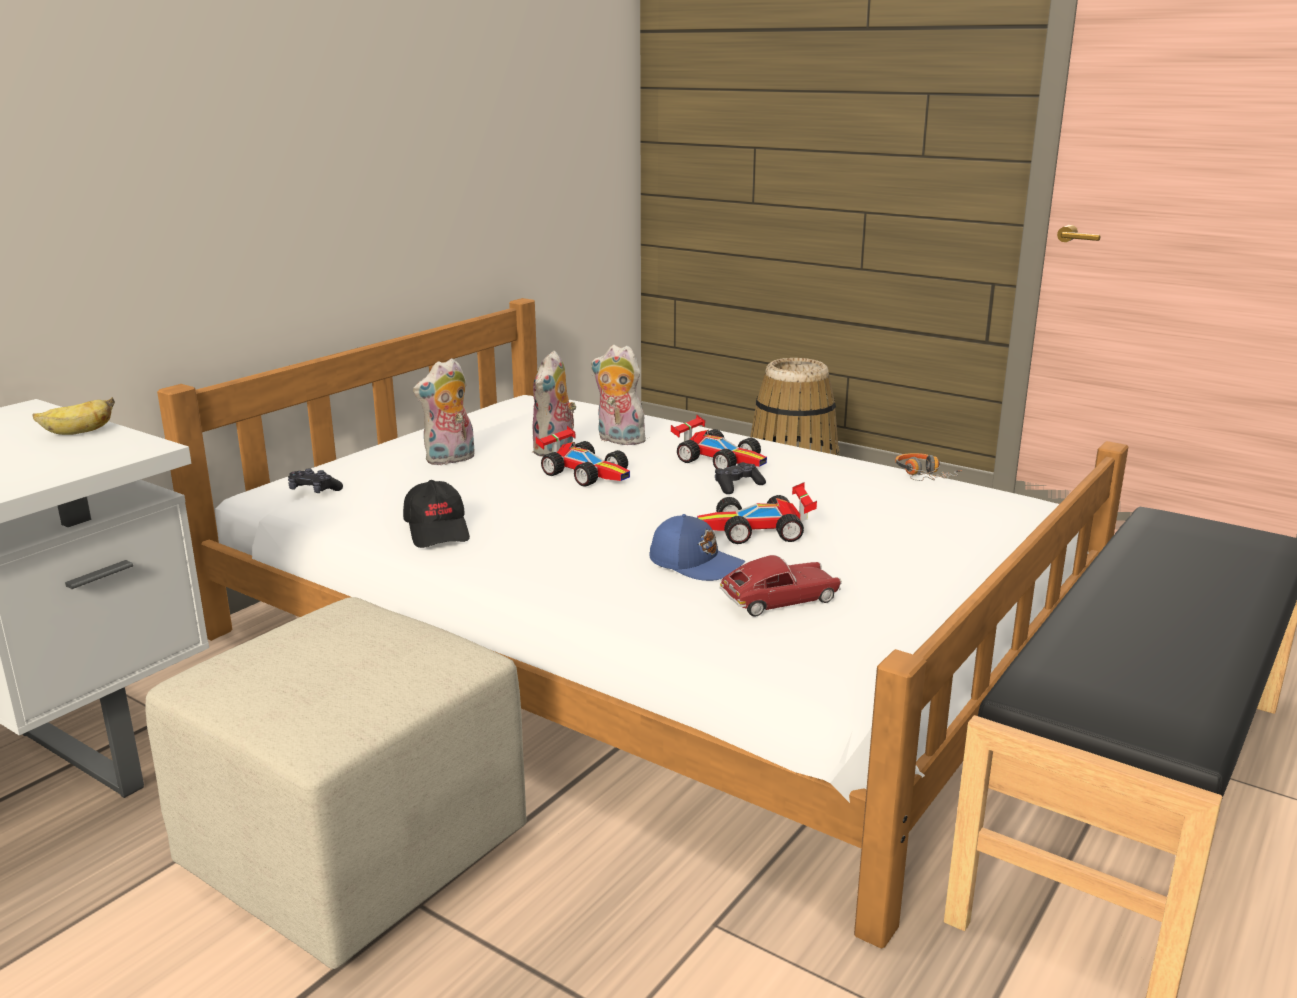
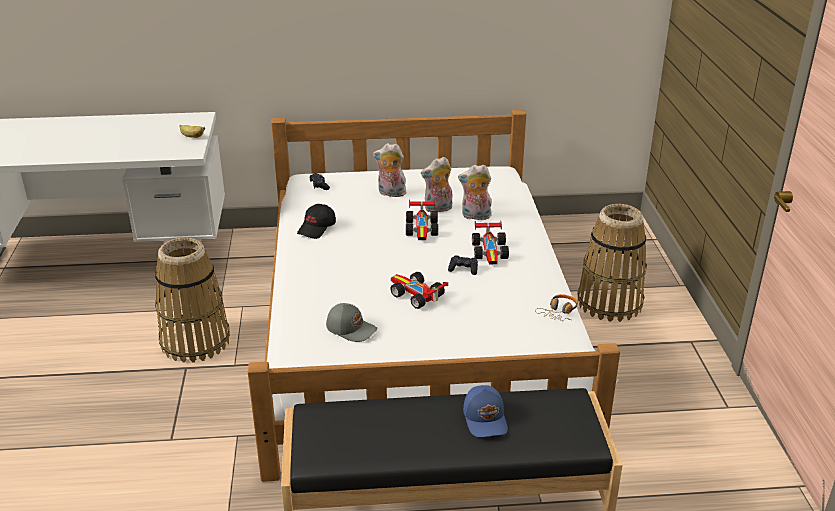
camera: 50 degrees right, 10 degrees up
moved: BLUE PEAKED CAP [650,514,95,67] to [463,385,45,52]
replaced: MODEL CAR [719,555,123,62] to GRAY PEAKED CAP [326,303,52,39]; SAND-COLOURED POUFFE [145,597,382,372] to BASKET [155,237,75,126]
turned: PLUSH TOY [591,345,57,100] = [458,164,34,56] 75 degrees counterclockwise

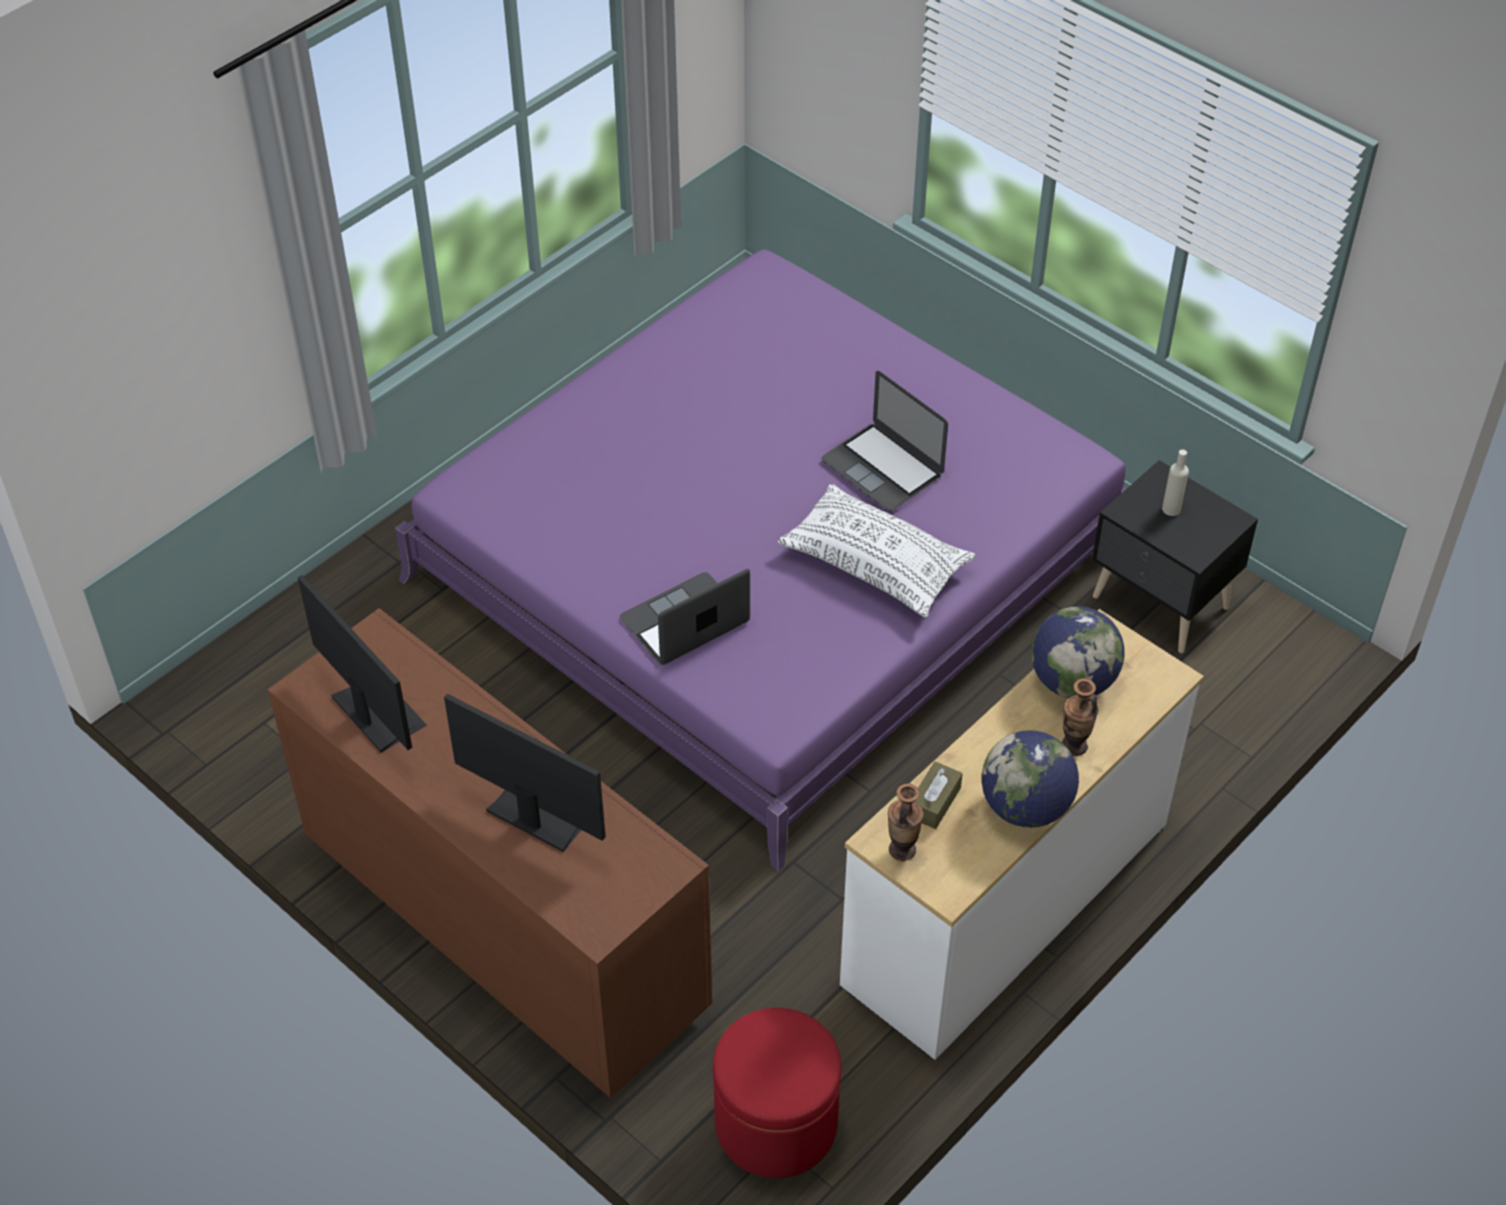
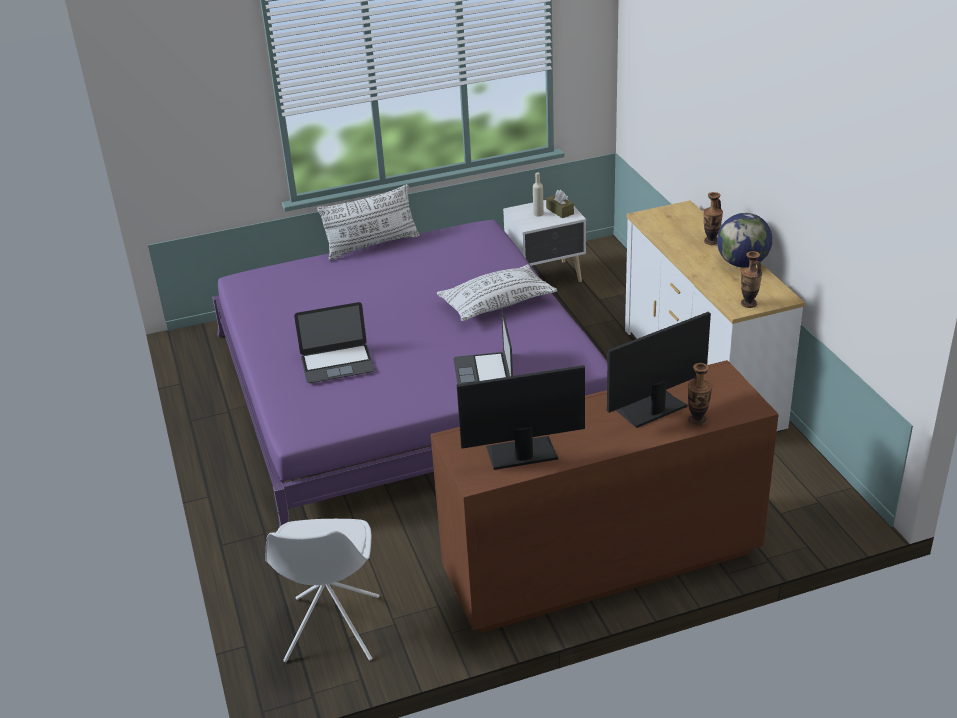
camera: 60 degrees left, 15 degrees down
removed: WORLD GLOBE [1031,606,94,92]; REDDISH POUFFE [713,1008,128,170]
added: WHITE CUSHION [317,184,103,77]; FLOWER VASE [688,363,24,63]; WHITE UPRIGHT CHAIR [265,519,115,143]
moved: LAPTOP [822,371,126,140] to [294,302,81,81]; BROWNISH TISSUE HOLDER [915,761,47,68] to [546,190,28,28]
recoloured: BLACK-COLOURED NIGHT TABLE [1092,460,166,193] to WHITE NIGHT TABLE [503,199,83,83]

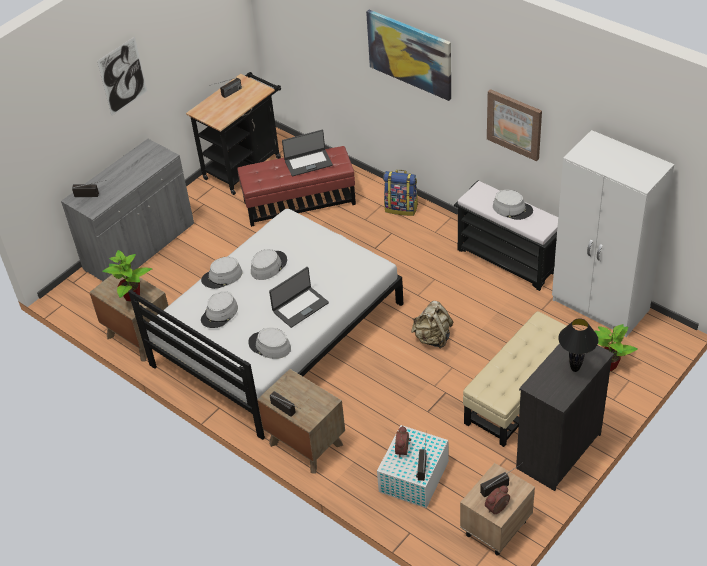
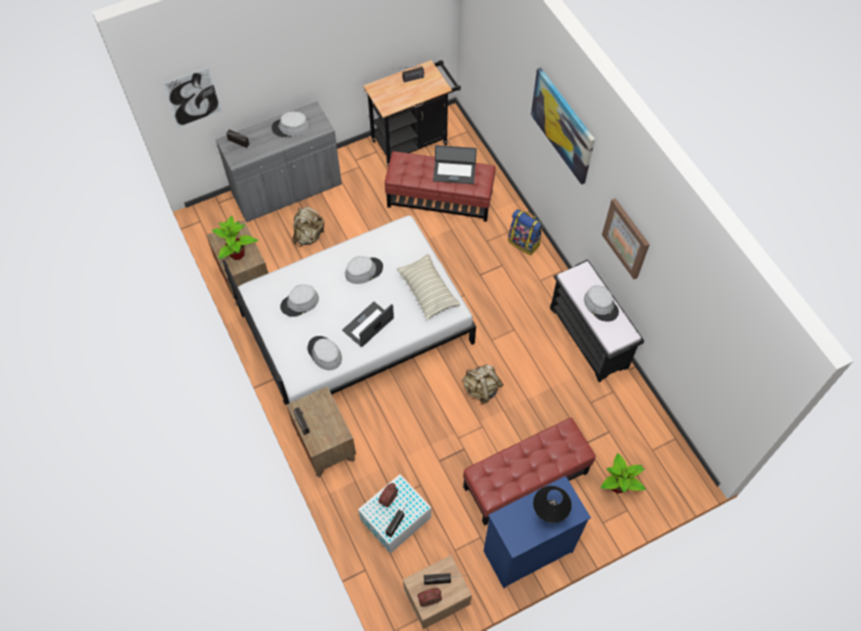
camera: 20 degrees right, 15 degrees up
removed: WHITE WARDROBE [552,130,122,207]
added: SAND-COLOURED KNAPSACK [293,207,31,40]; CUSHION [396,254,64,65]
moved: WALL PICTURE [97,37,50,79] to [162,66,60,62]; GRAY WEARABLE HAT [201,257,42,32] to [272,111,38,26]
recoloured: SAND-COLOURED POUFFE [463,311,103,136] to REDDISH POUFFE [463,418,133,108]; BLACK-COLOURED CHEST OF DRAWERS [516,343,98,148] to BLUE CHEST OF DRAWERS [484,476,107,112]
turned: LAPTOP [269,267,60,61] = [342,302,52,45] 150 degrees clockwise

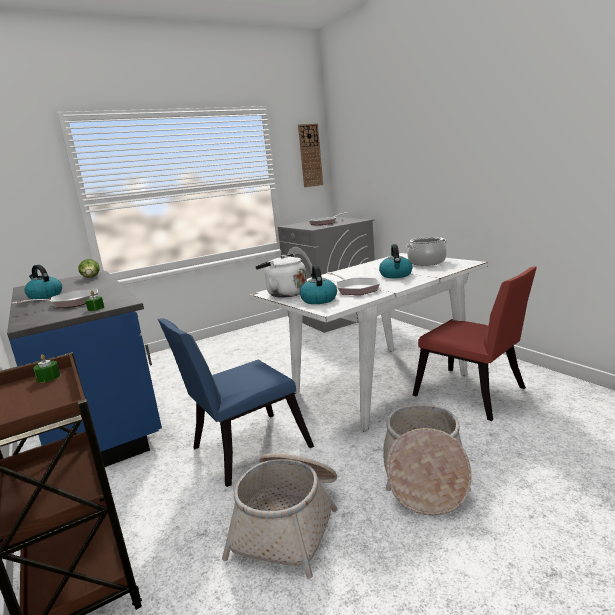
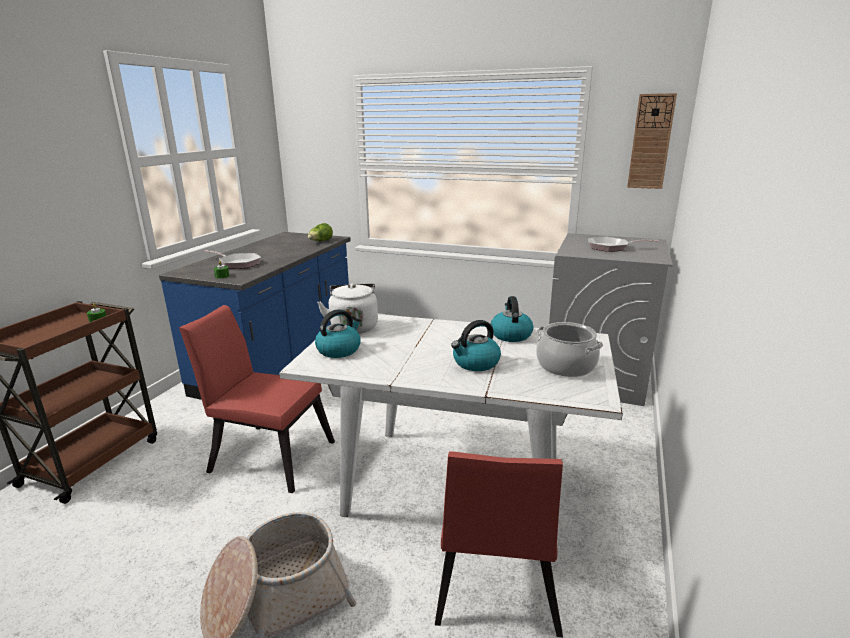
camera: 50 degrees right, 5 degrees up
removed: FRYING PAN [327,272,53,23]; BASKET [222,454,116,125]
moved: WATER KETTLE [24,265,38,34] to [491,296,42,46]
recoloured: BLUE UPRIGHT CHAIR [158,318,156,169] to REDDISH UPRIGHT CHAIR [179,305,156,188]

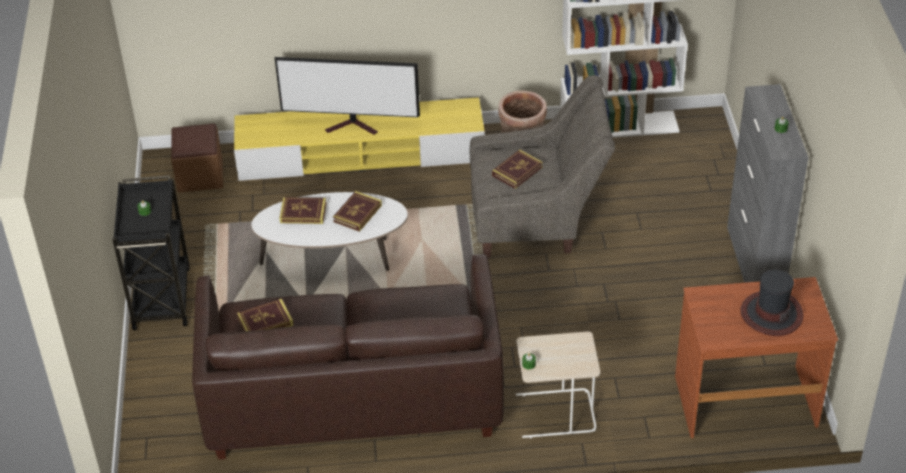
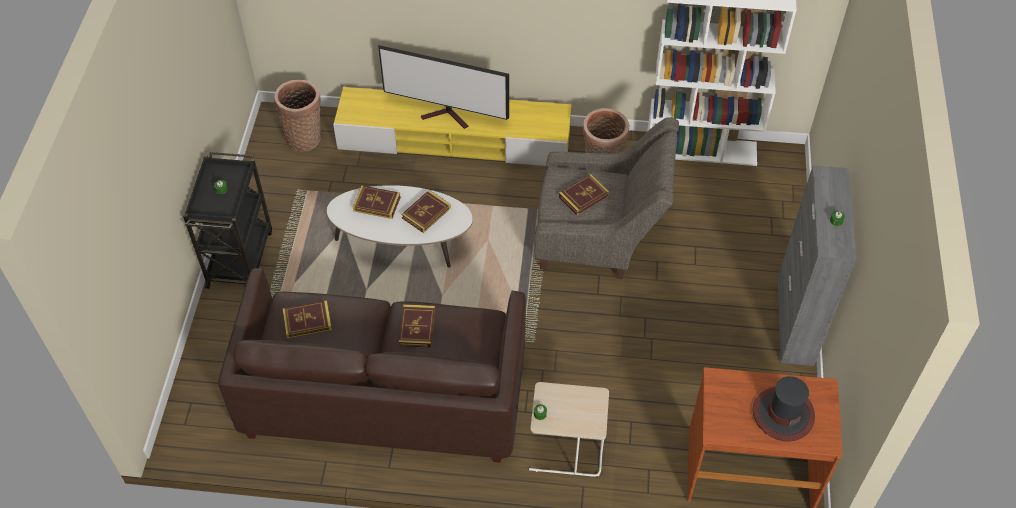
camera: 10 degrees right, 10 degrees up
added: VOLUME [399,304,36,44]
replaced: BROWNISH POUFFE [171,124,52,69] to BASKET [274,80,47,72]

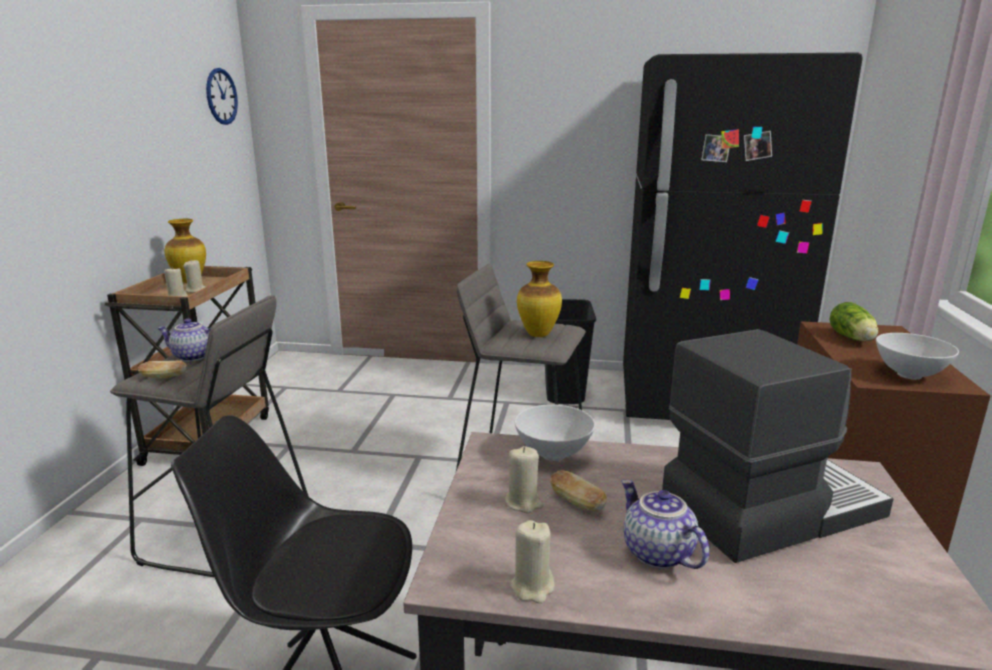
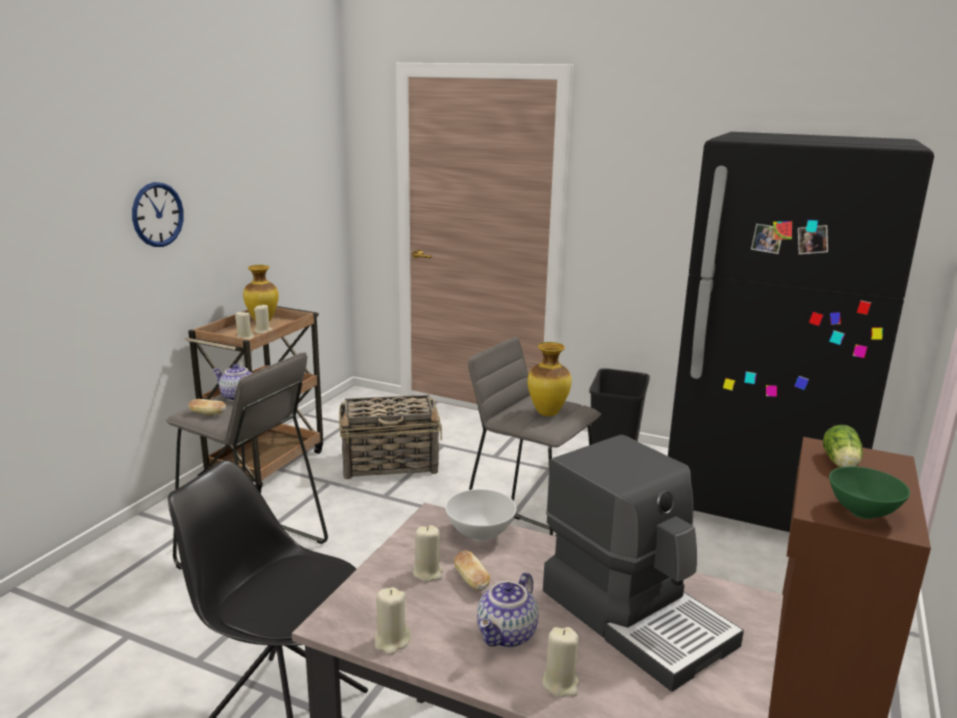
camera: 15 degrees right, 0 degrees up
added: BASKET [339,395,103,84]; SAND-COLOURED CANDLE [542,627,37,71]
moved: HANGING CLOCK [206,68,32,57] to [132,182,52,65]
recoloured: WHITE DEEP DISH [876,333,83,47] to GREEN DEEP DISH [829,466,81,53]
turned: COFFEE BREWER [662,329,231,234] = [543,435,201,257] 60 degrees clockwise; TEA POT [621,480,88,89] = [477,572,62,76] 135 degrees counterclockwise

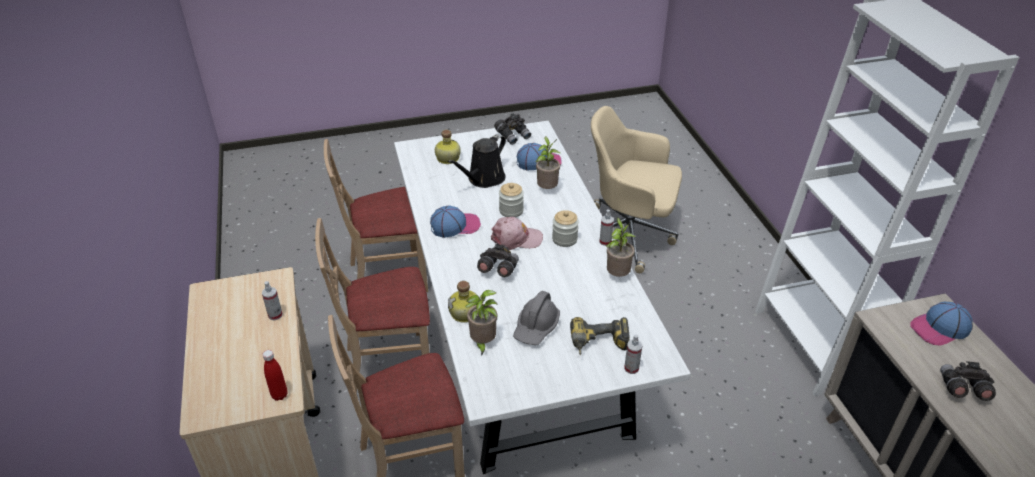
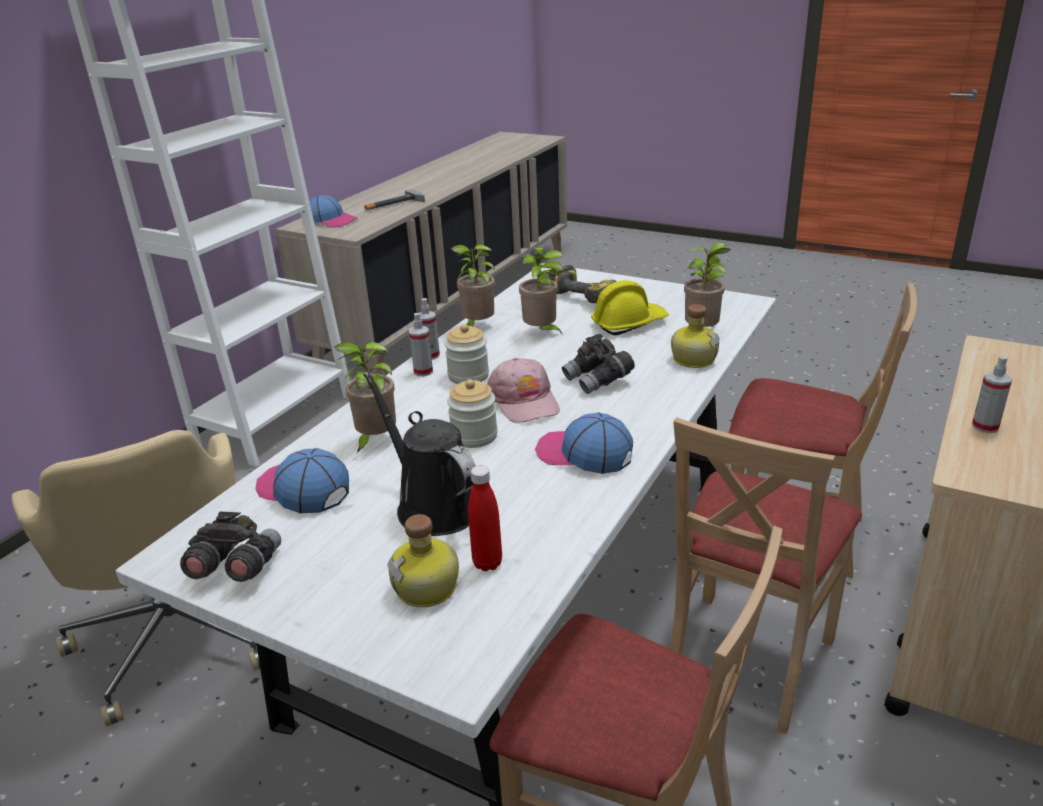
camera: 135 degrees left, 10 degrees down
added: POTTED PLANT [519,247,44,87]
moved: SPRAYER [624,334,18,40] to [409,313,24,63]; REDDISH BOTTLE [263,350,24,51] to [468,466,34,105]
replaced: GRAY PAIR OF BINOCULARS [940,361,56,40] to HAND HAMMER [364,189,61,21]
recoloured: GRAY WORK HELMET [513,291,47,54] to YELLOW-COLOURED WORK HELMET [591,280,78,55]
turned: BLACK-COLOURED WATERING CAN [448,134,58,54] = [364,372,112,164] 120 degrees counterclockwise; PINK-COLOURED PEAKED CAP [491,217,52,33] = [487,358,73,65] 150 degrees counterclockwise; SAND-COLOURED UPRIGHT CHAIR [315,218,115,175] = [670,417,192,317] 90 degrees clockwise

